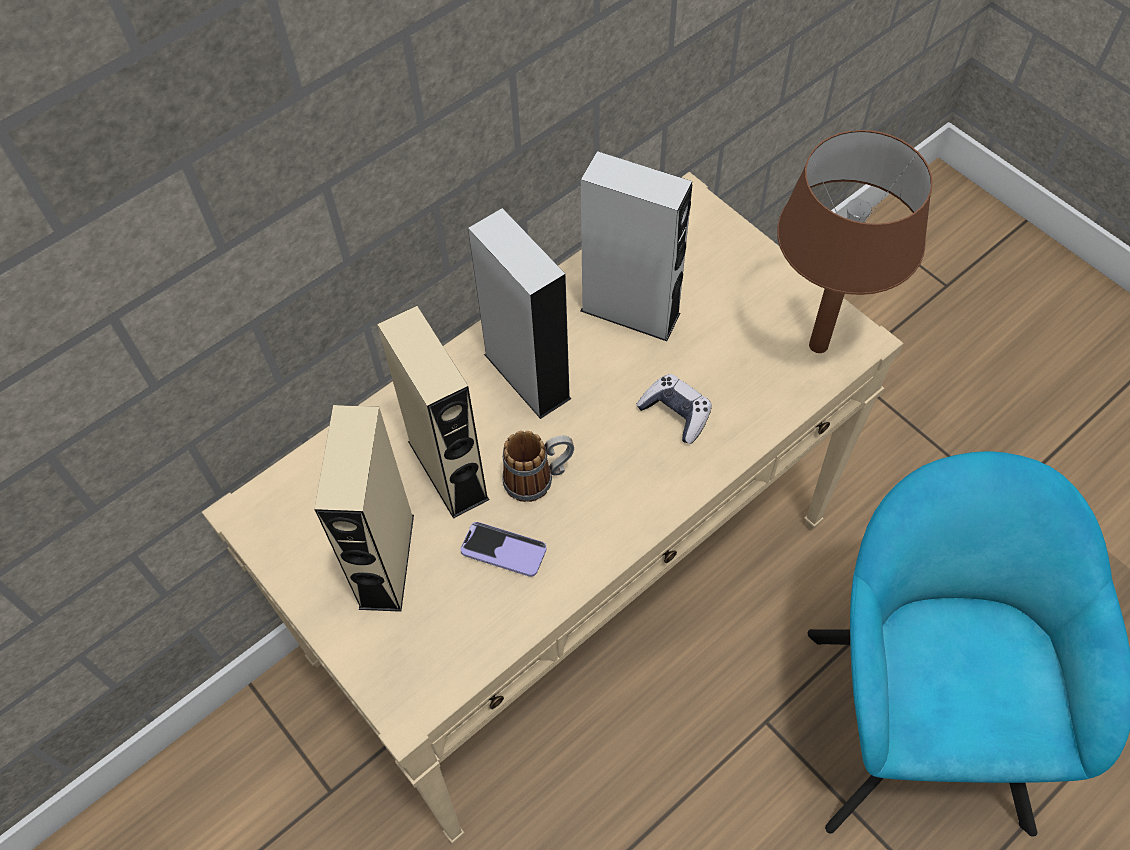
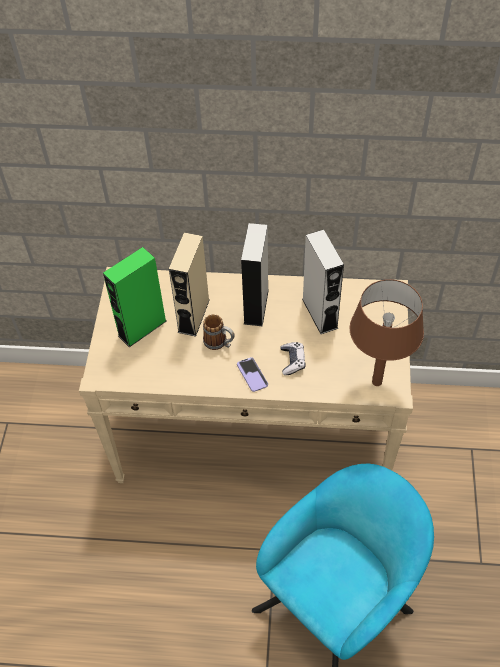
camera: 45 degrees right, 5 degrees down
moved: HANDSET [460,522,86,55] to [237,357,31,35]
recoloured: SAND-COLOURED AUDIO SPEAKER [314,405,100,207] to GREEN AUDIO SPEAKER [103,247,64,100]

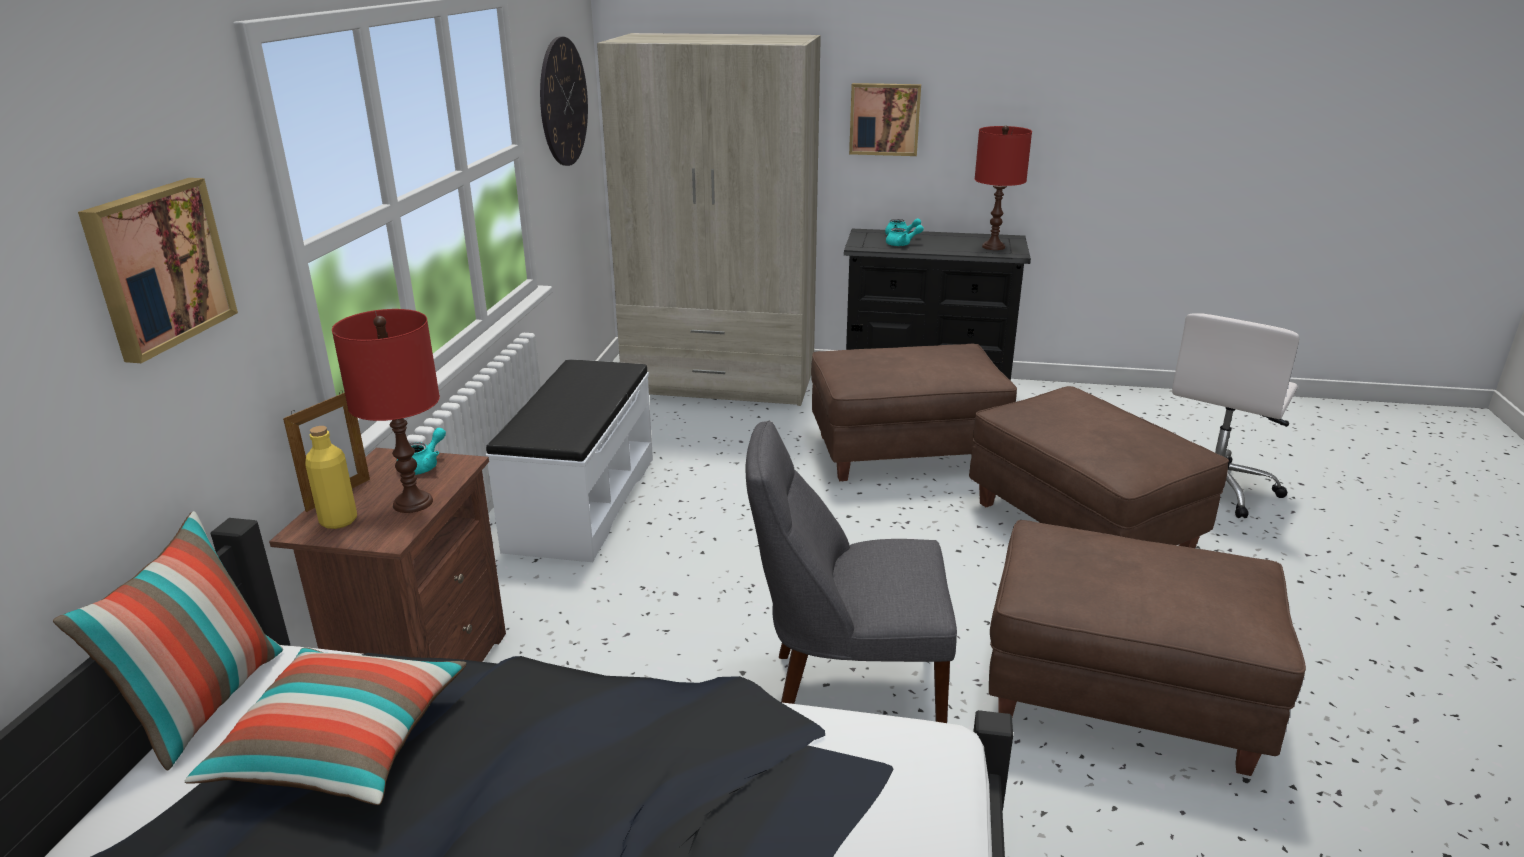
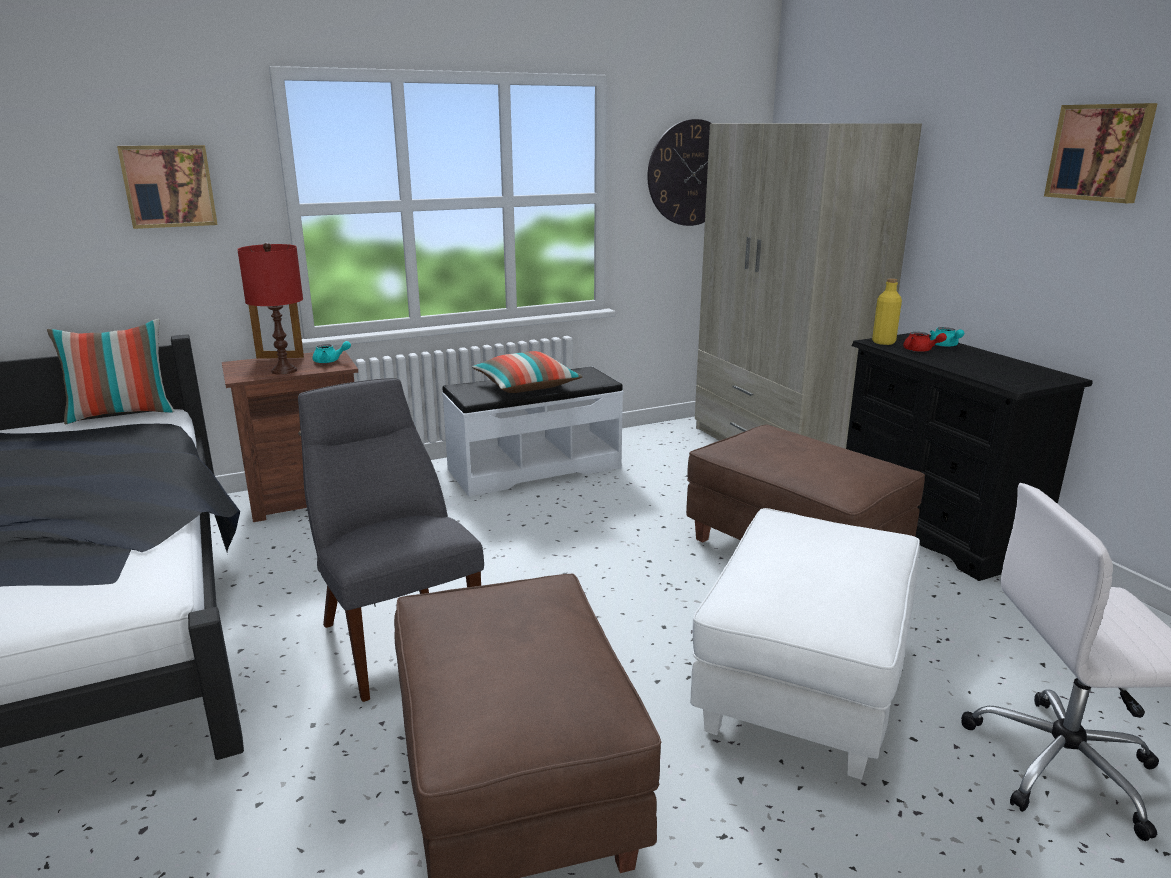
camera: 55 degrees right, 5 degrees down
removed: REDDISH TABLE LAMP [975,125,57,125]
moved: WALL PICTURE [849,83,72,73] to [1044,103,114,100]; YELLOW-COLOURED BOTTLE [305,426,52,103] to [872,278,30,67]; CUSHION [184,648,282,157] to [472,351,110,42]
recoloured: TURQUOISE-COLOURED TEA POT [886,225,38,21] to REDDISH TEA POT [903,332,44,20]; BROWNISH POUFFE [969,386,260,162] to WHITE POUFFE [690,508,230,272]

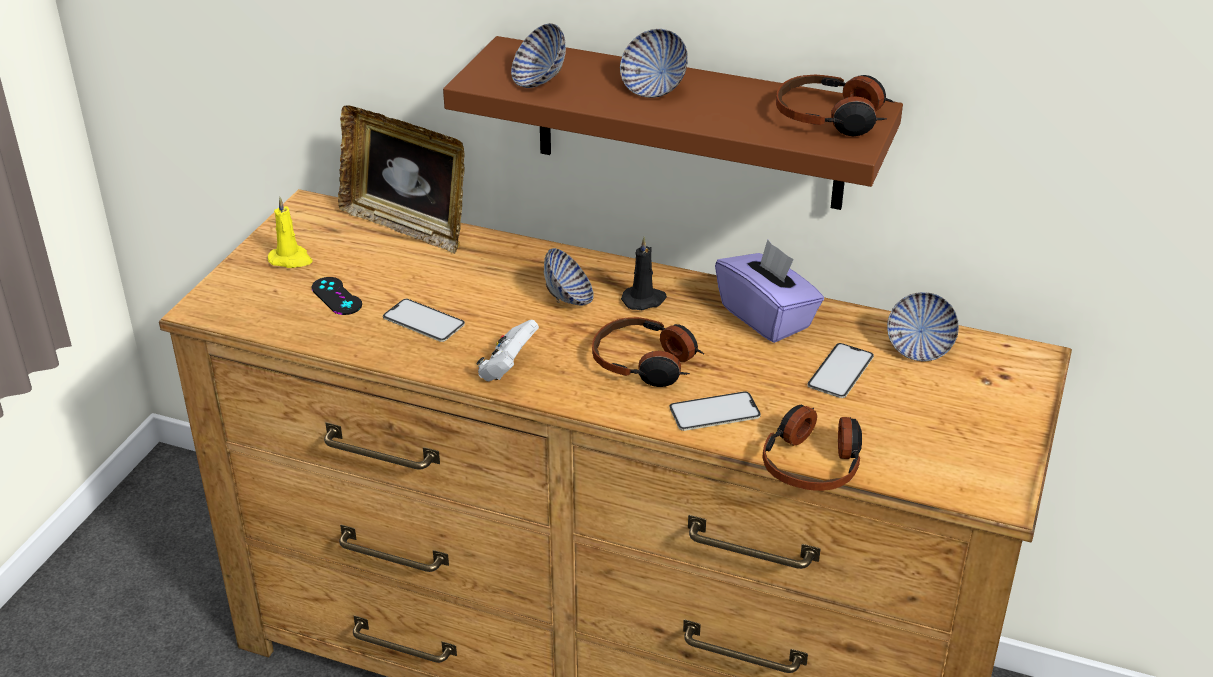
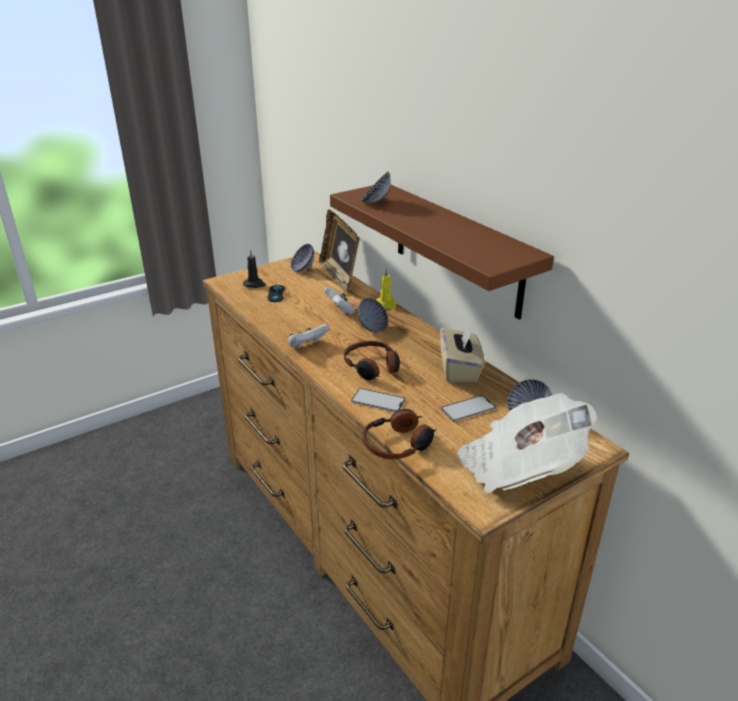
camera: 35 degrees right, 5 degrees down
removed: HEADSET [776,75,118,61]; HANDSET [383,299,82,43]
added: WHITE GAMEPAD [324,287,31,28]; PRINTED PAPER [457,393,141,100]
moved: DEEP DISH [620,29,68,69] to [291,244,23,28]; YELLOW-COLOURED CANDLE [268,197,45,71] to [376,268,20,42]; BLACK-COLOURED CANDLE [621,237,46,73] to [243,250,23,38]
recoloured: PURPLE TISSUE HOLDER [715,239,109,104] to SAND-COLOURED TISSUE HOLDER [440,324,44,58]

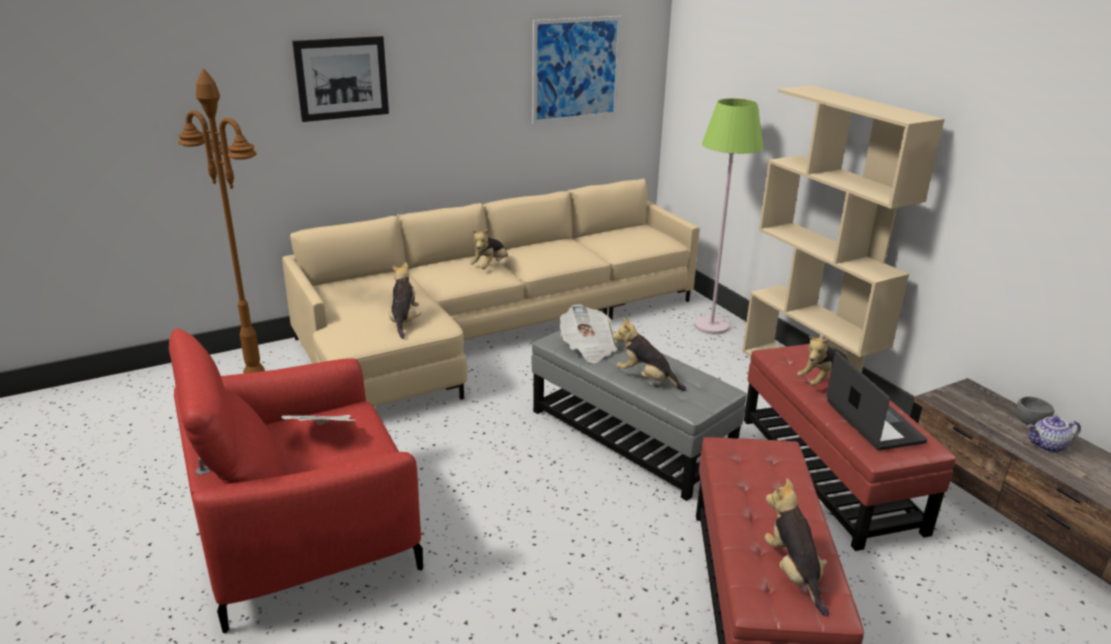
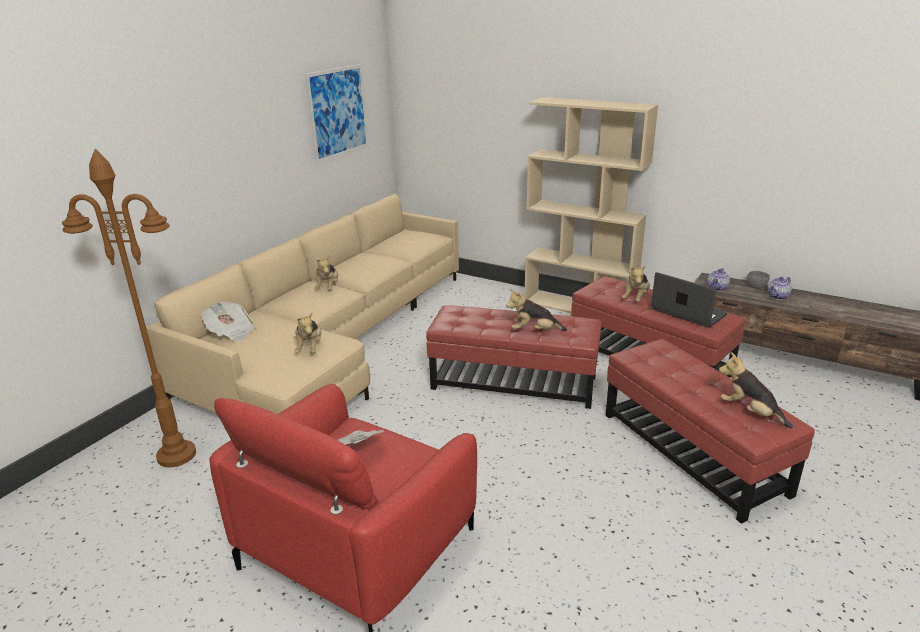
camera: 30 degrees left, 0 degrees up
removed: WALL PICTURE [292,36,97,86]; GREEN STANDING LAMP [695,98,69,236]
added: TEA POT [707,268,23,23]
moved: PRINTED PAPER [560,304,58,59] to [201,302,55,40]
recoloured: GRAY POUFFE [532,330,215,171] to REDDISH POUFFE [426,305,175,104]
turned: PLUSH TOY [389,262,32,77] = [294,312,28,41] 150 degrees counterclockwise

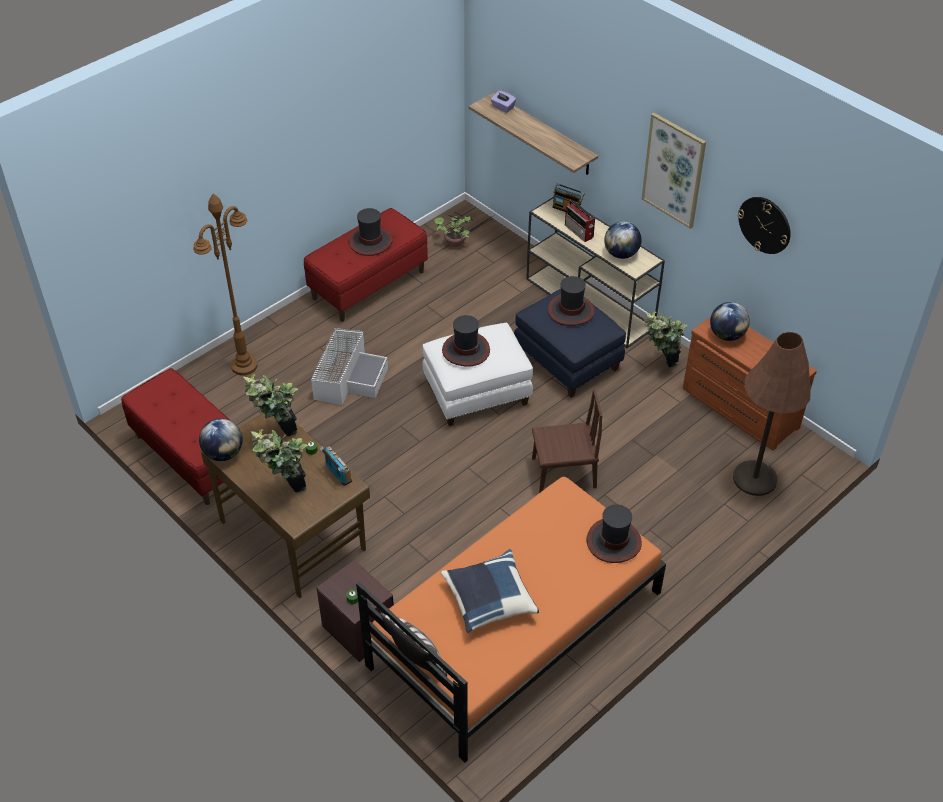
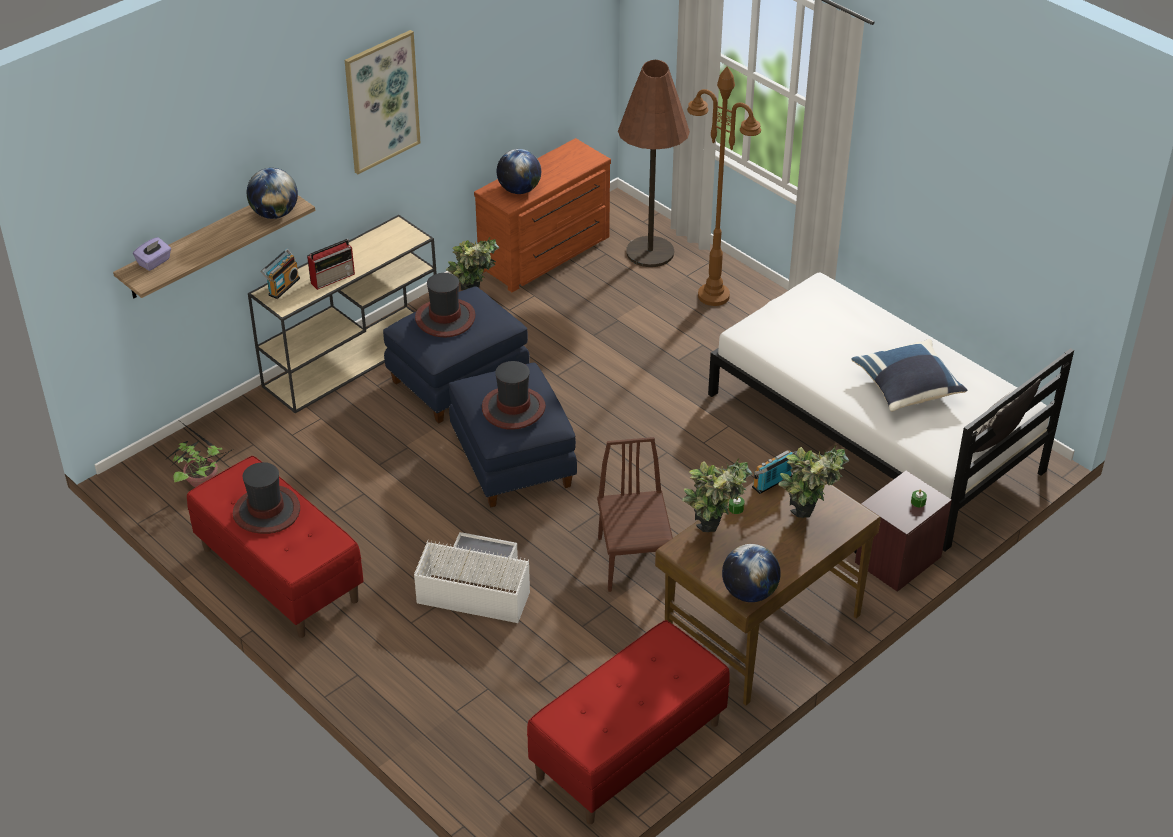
camera: 90 degrees left, 5 degrees down
removed: HANGING CLOCK [738,197,53,57]; WEARABLE HAT [587,504,55,59]
moved: BROWNISH STANDING LAMP [193,194,65,182] to [687,67,74,239]; WORLD GLOBE [604,221,38,38] to [247,168,51,51]; BROWNISH UPRIGHT CHAIR [532,389,70,104] to [597,437,76,155]
recoloured: WHITE POUFFE [423,323,110,103] to BLUE POUFFE [449,363,128,145]; ORANGEY SLEEPING BED [356,477,310,286] to WHITE SLEEPING BED [708,273,366,279]

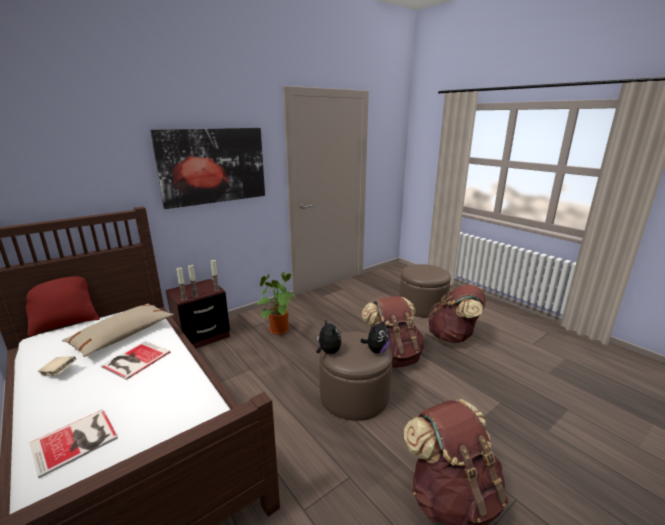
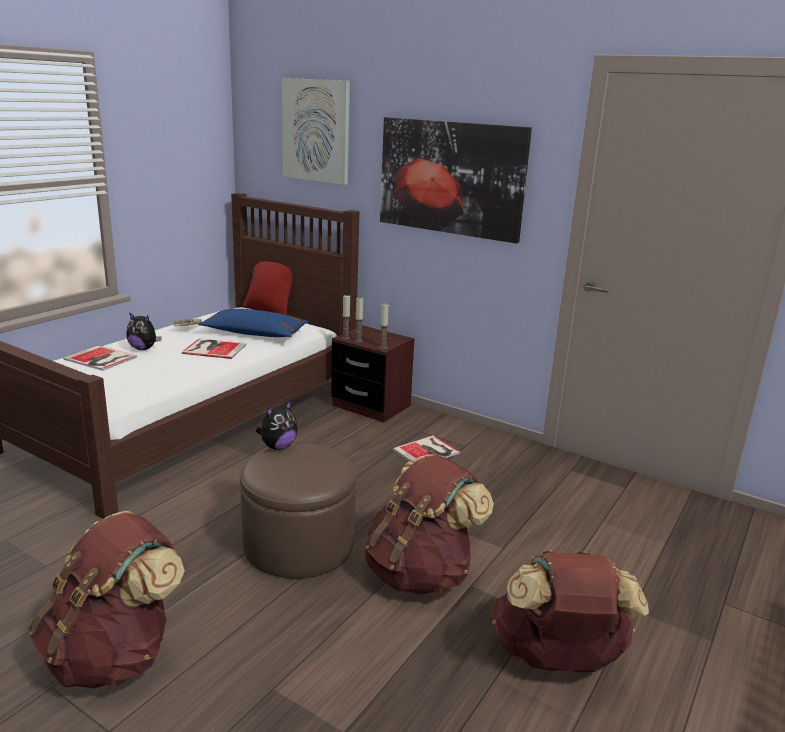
camera: 70 degrees right, 0 degrees up
removed: BROWNISH POUFFE [399,264,52,54]
added: WALL PICTURE [282,78,68,107]
moved: PLUSH TOY [361,319,29,34] to [126,312,36,38]
replaced: POTTED PLANT [257,272,40,63] to VOLUME [393,435,67,27]
recoloured: SAND-COLOURED CUSHION [62,303,112,54] to BLUE CUSHION [198,309,111,28]

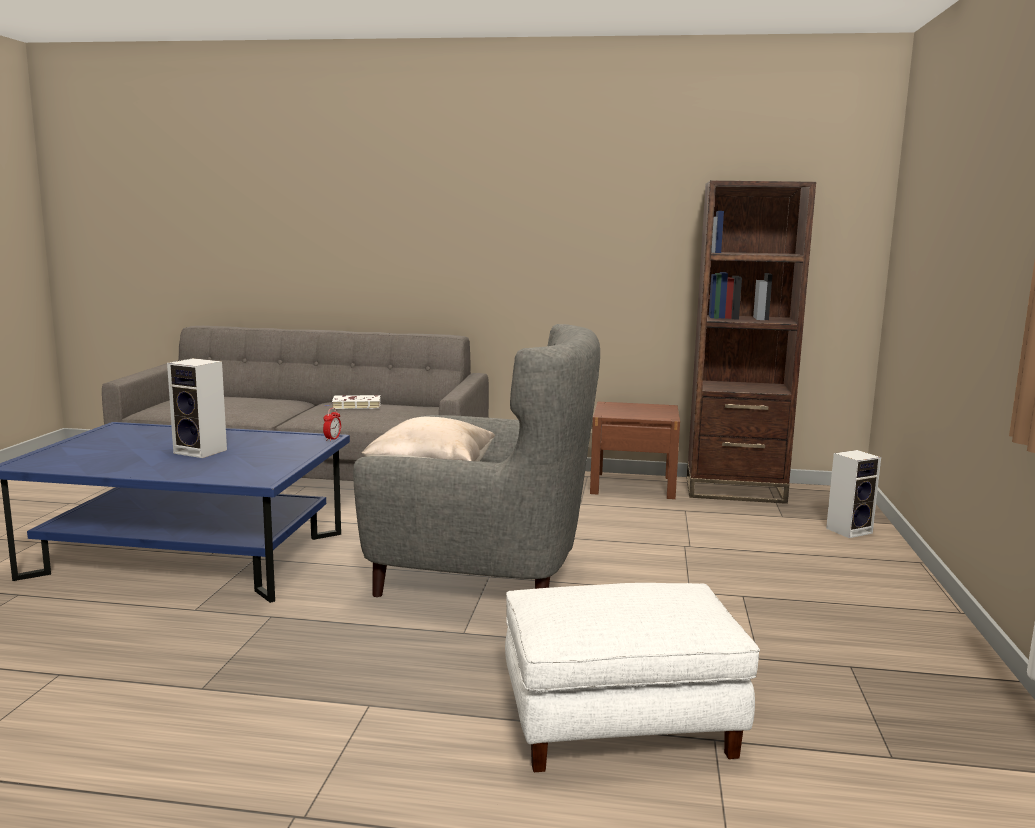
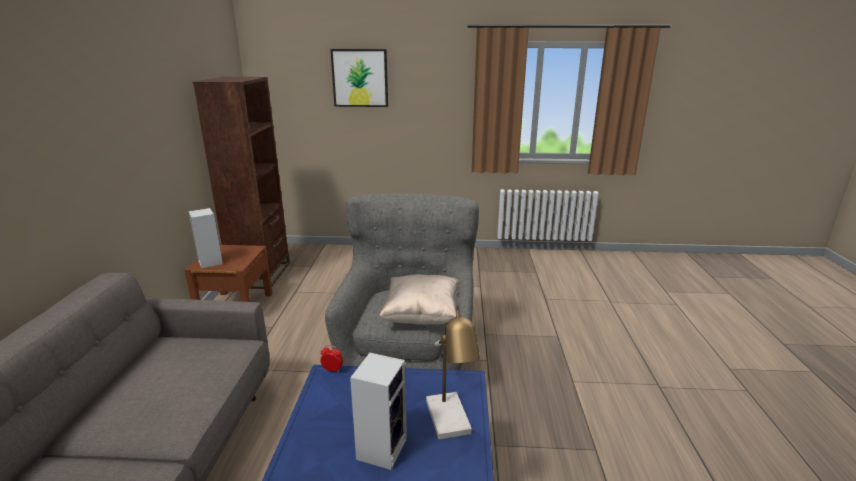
camera: 95 degrees left, 10 degrees up
removed: WHITE VOLUME [324,395,57,14]; WHITE POUFFE [505,583,255,189]
added: WALL PICTURE [330,49,58,58]; TABLE LAMP [426,310,54,130]
moved: AUDIO SPEAKER [826,450,55,88] to [188,208,35,60]

